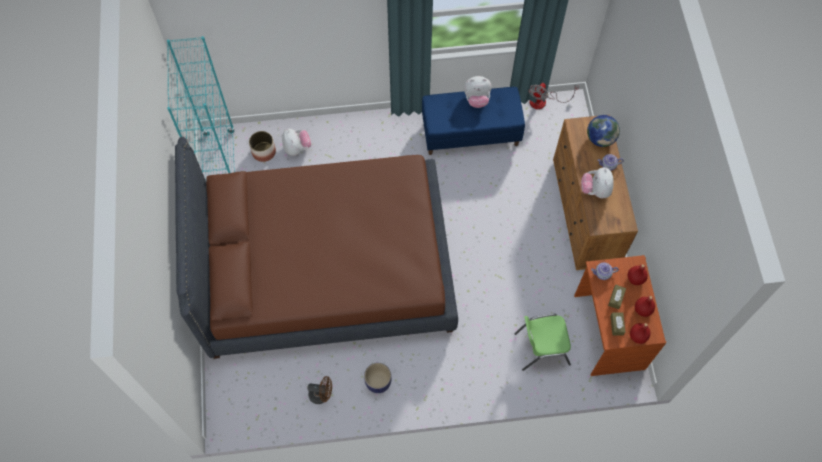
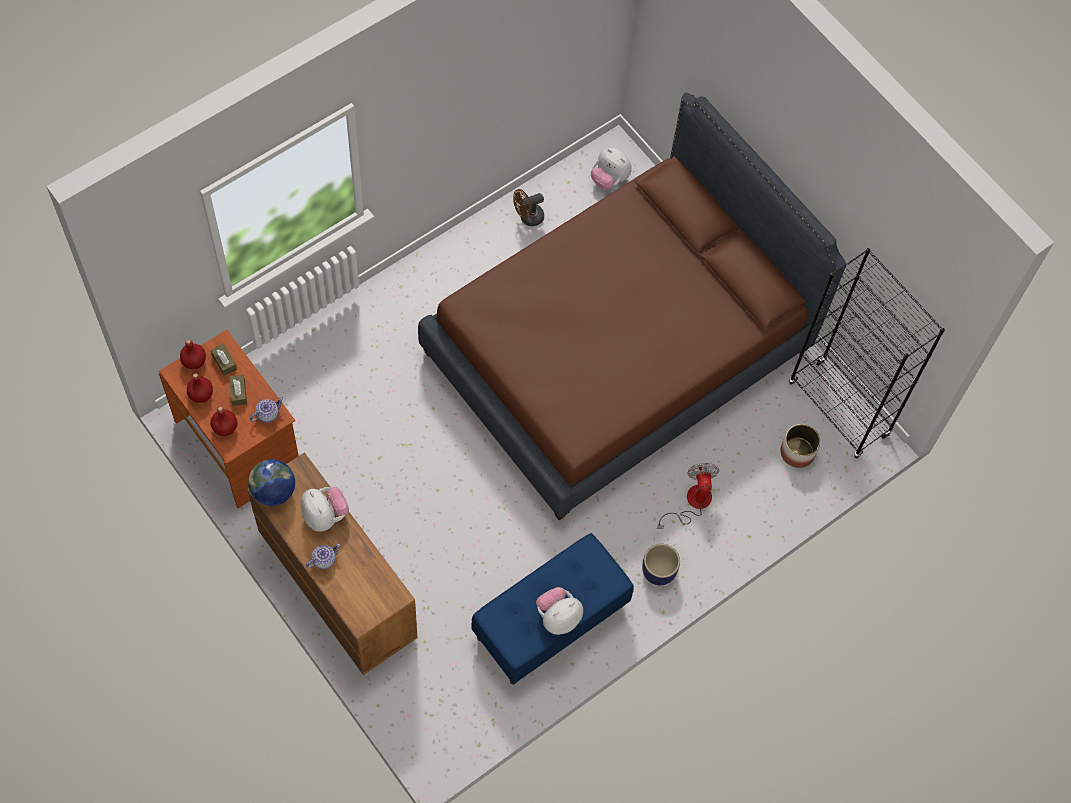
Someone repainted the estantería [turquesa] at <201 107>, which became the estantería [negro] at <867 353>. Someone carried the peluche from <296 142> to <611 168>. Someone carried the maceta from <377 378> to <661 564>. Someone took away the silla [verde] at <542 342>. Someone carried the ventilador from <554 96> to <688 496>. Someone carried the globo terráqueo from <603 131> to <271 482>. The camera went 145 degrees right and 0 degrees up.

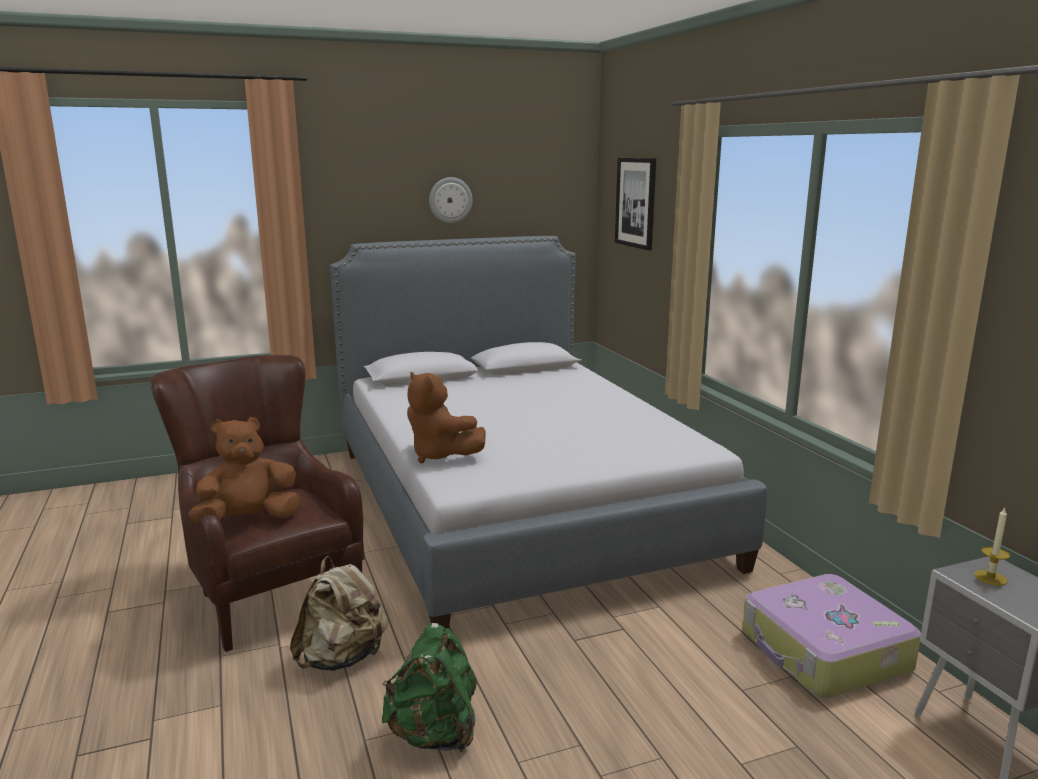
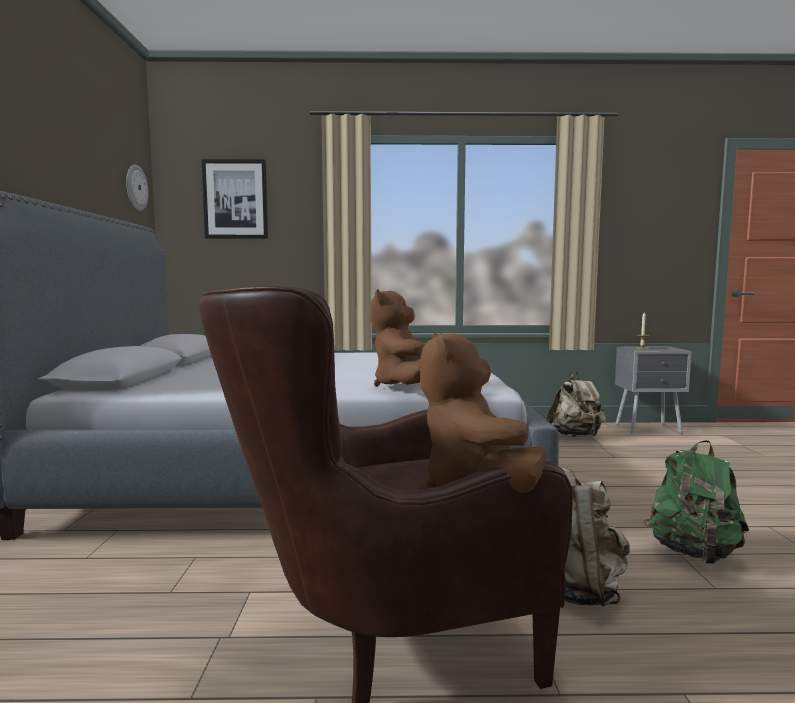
Someone rotated the peluche [marrón] at <446 417> by 120 degrees clockwise. Someone carried the reloj de pared from <450 200> to <137 188>. Someone swapped the maleta at <831 636> for the mochila [beis] at <576 404>. The camera went 70 degrees left and 10 degrees down.

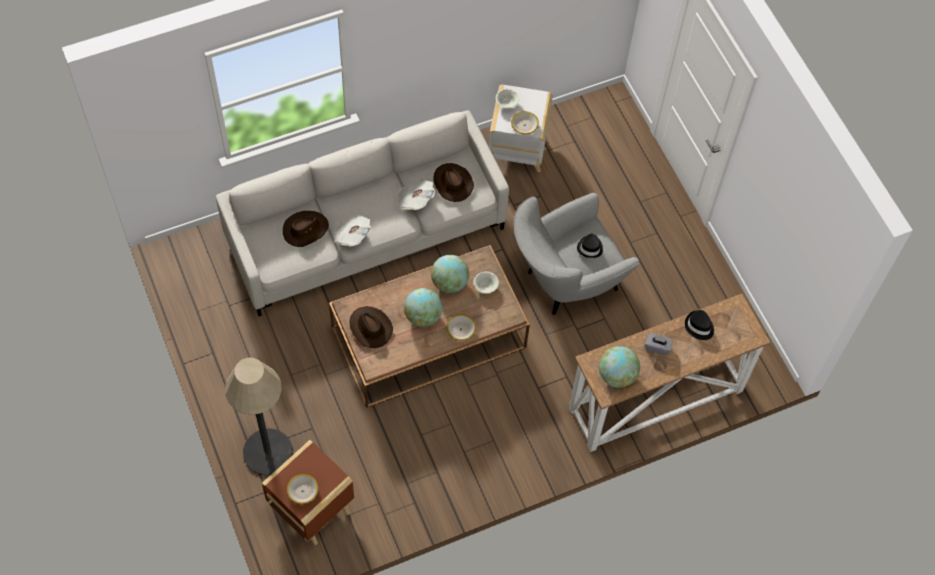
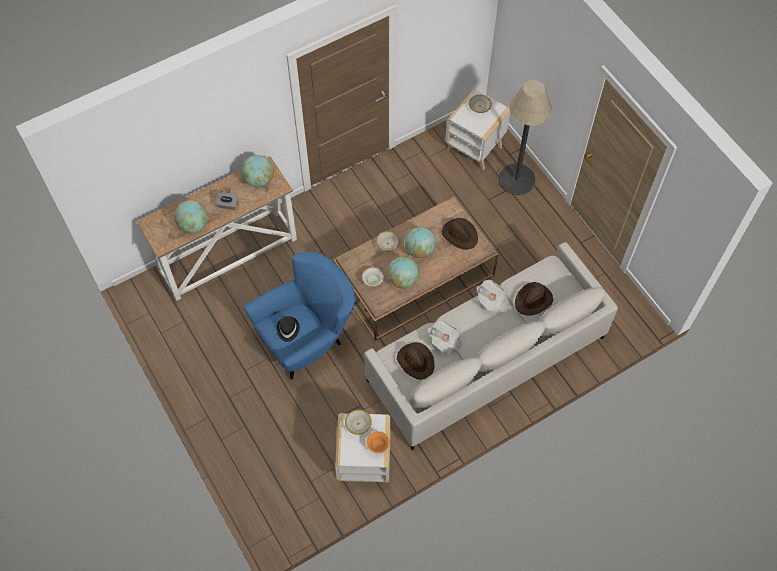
Someone repainted the mesa auxiliar [marrón] at <308 493>, which became the mesa auxiliar [blanco] at <477 129>. Someone repainted the cuenco [blanco] at <508 98>, which became the cuenco [naranja] at <378 442>. Someone repainted the sillón [gris] at <577 254>, which became the sillón [azul] at <300 315>. Someone swapped the sombrero [negro] at <699 325> for the globo terráqueo at <191 216>. The camera went 175 degrees right and 0 degrees up.

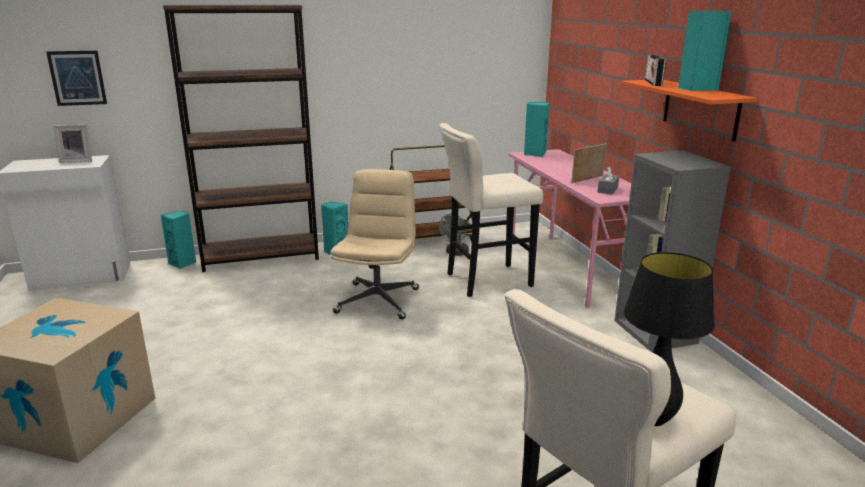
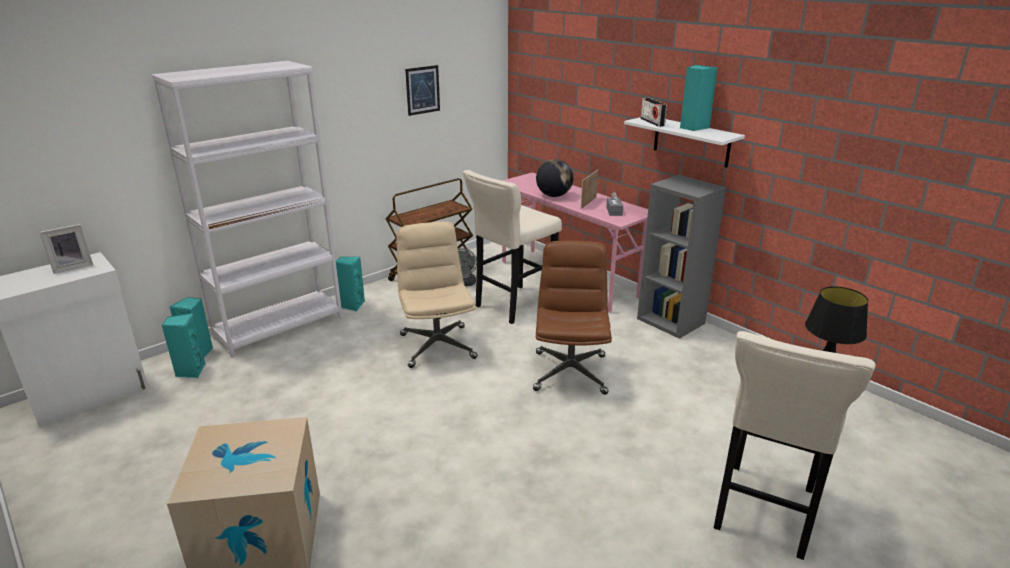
Someone carried the cuadro from <76 78> to <422 90>. Someone repainted the estantería [marrón] at <241 138>, which became the estantería [blanco] at <247 209>. Someone carried the altavoz [turquesa] from <537 129> to <184 345>. Someone repainted the estante [naranja] at <689 110>, which became the estante [blanco] at <684 142>. Someone put down the silla de oficina [marrón] at <572 318>. Someone put down the globo terráqueo at <554 178>. The camera went 25 degrees left and 5 degrees up.

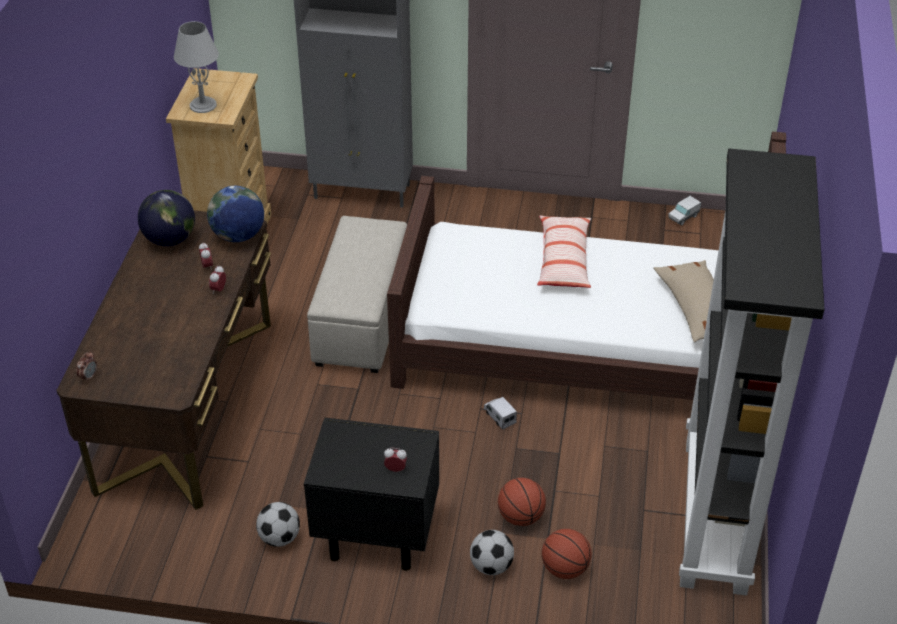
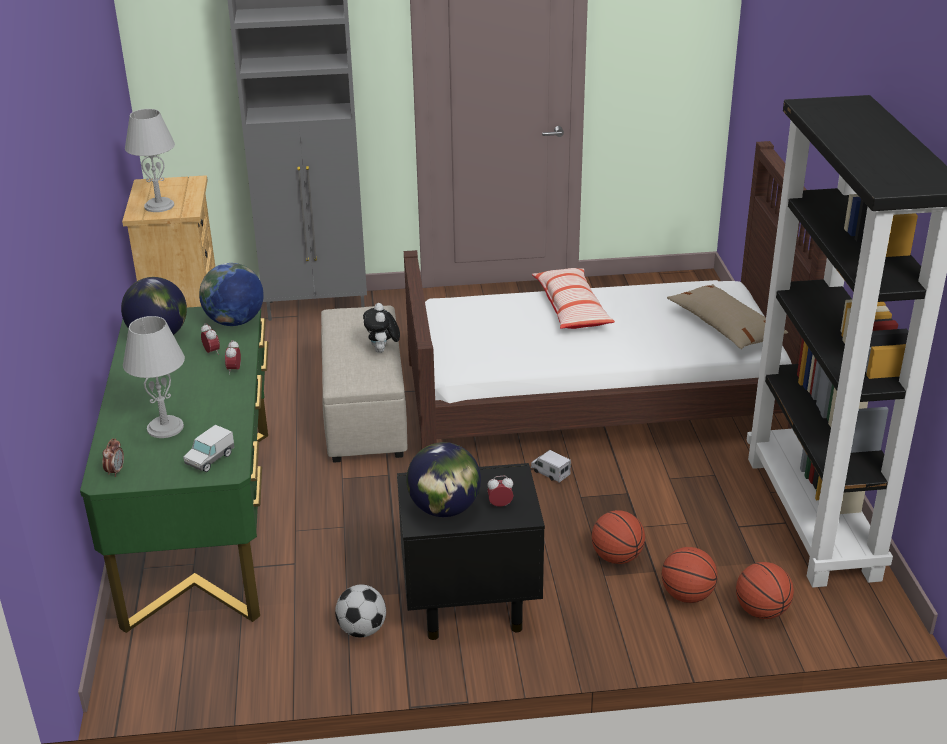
Someone repainted the escritorio [marrón] at <163 360>, which became the escritorio [verde] at <174 470>. Someone took away the balón de fútbol at <492 552>. Someone carried the camión de juguete from <684 211> to <208 448>. Someone put down the lámpara de mesa [gris] at <154 377>. Someone put down the peluche at <381 328>. Someone put down the globo terráqueo at <443 479>. Someone put down the balón de baloncesto at <765 590>. The camera went 15 degrees left and 10 degrees down.

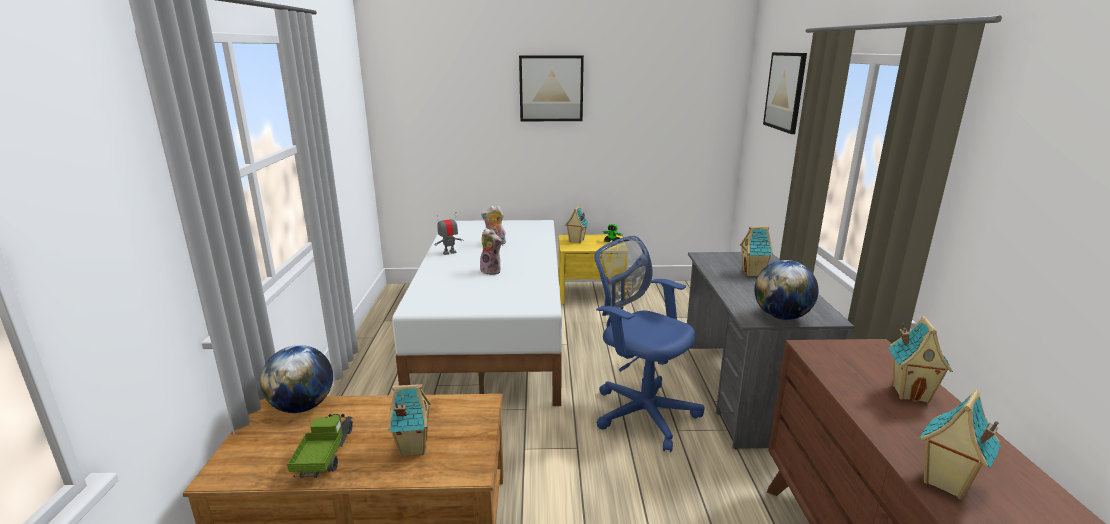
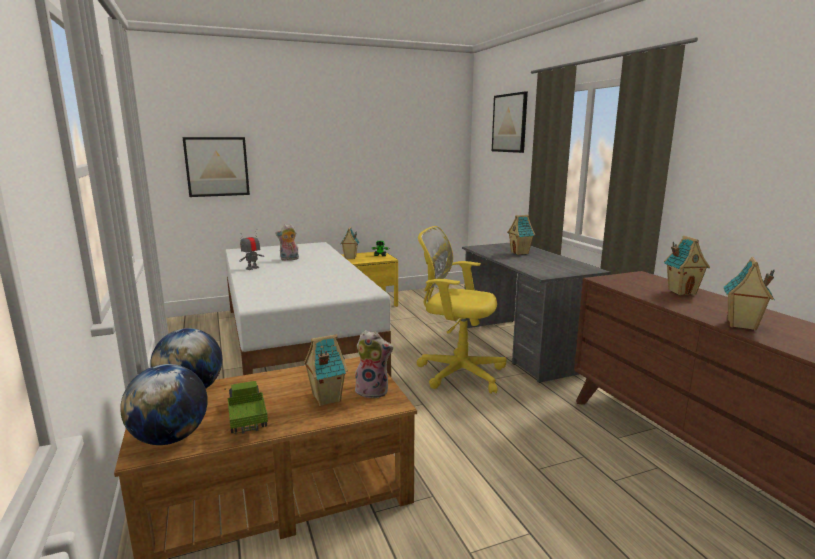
Someone carried the peluche from <491 251> to <373 364>. Someone carried the cuadro from <551 88> to <216 167>. Someone repainted the silla de oficina [azul] at <650 344>, which became the silla de oficina [amarillo] at <461 310>. Someone carried the globo terráqueo from <786 290> to <164 404>. The camera went 20 degrees left and 5 degrees down.

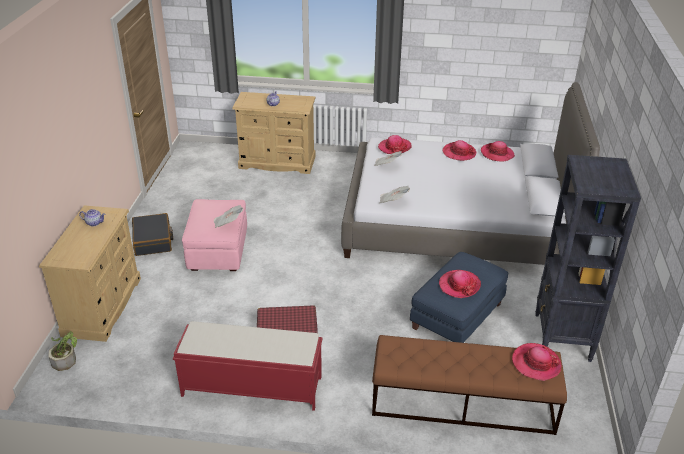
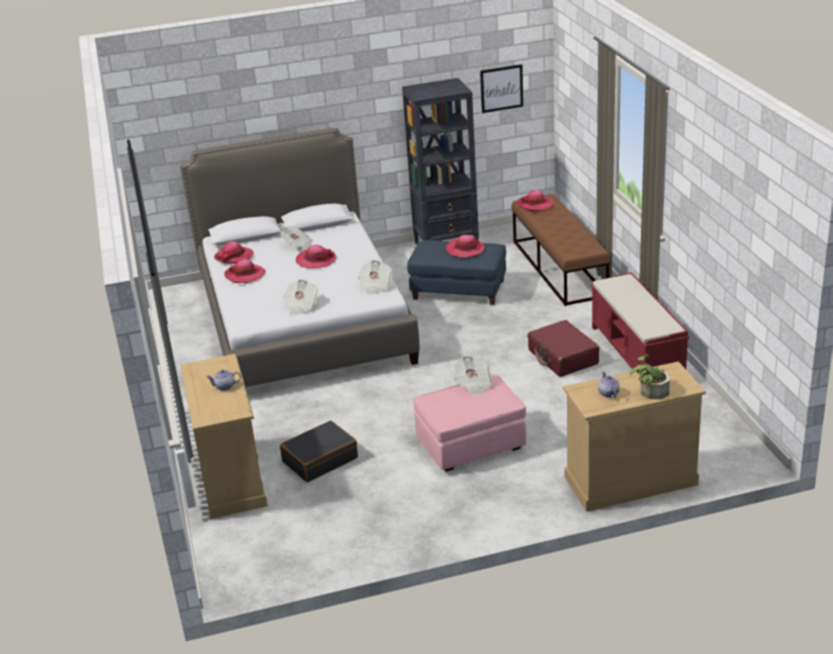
Someone carried the planta en maceta from <62 351> to <649 376>. Someone carried the maleta [negro] from <152 234> to <319 451>. Someone carried the sombrero from <395 144> to <316 256>. Someone put down the periódico at <296 237>. Someone put up the cuadro at <501 88>. The camera went 110 degrees left and 5 degrees down.

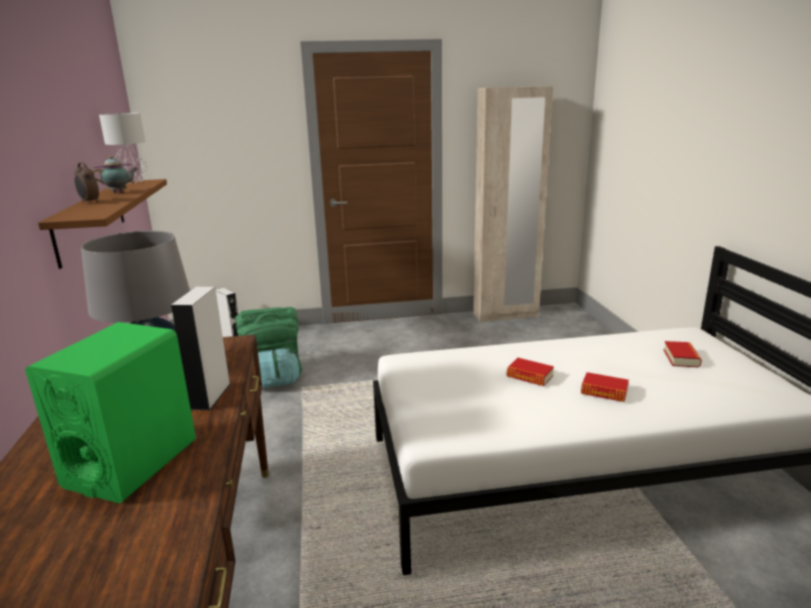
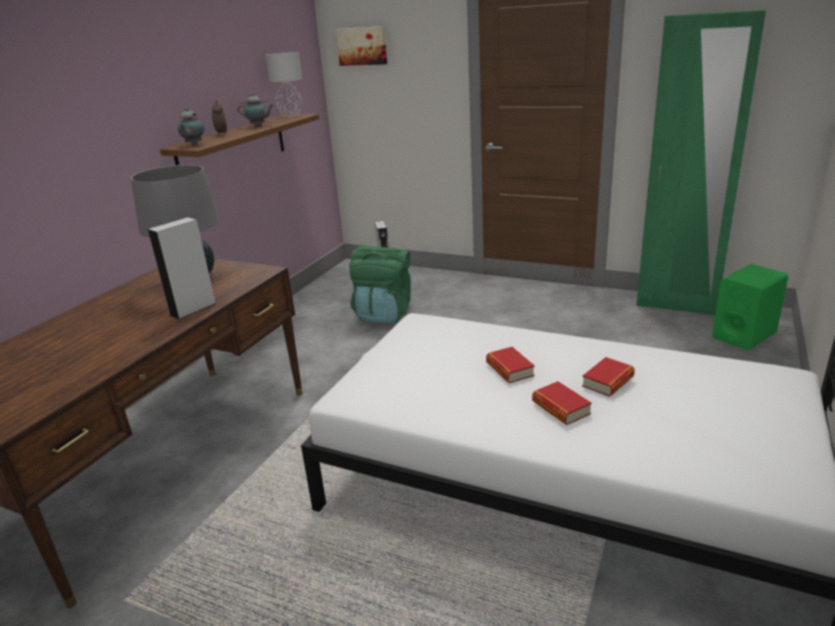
Someone carried the altavoz [verde] from <110 412> to <750 307>. Someone repainted the armario ropero [beis] at <513 204>, which became the armario ropero [verde] at <701 162>. Someone carried the libro from <682 354> to <608 377>. Someone put down the tetera at <191 126>. Someone put up the cuadro at <361 46>. The camera went 35 degrees right and 5 degrees up.

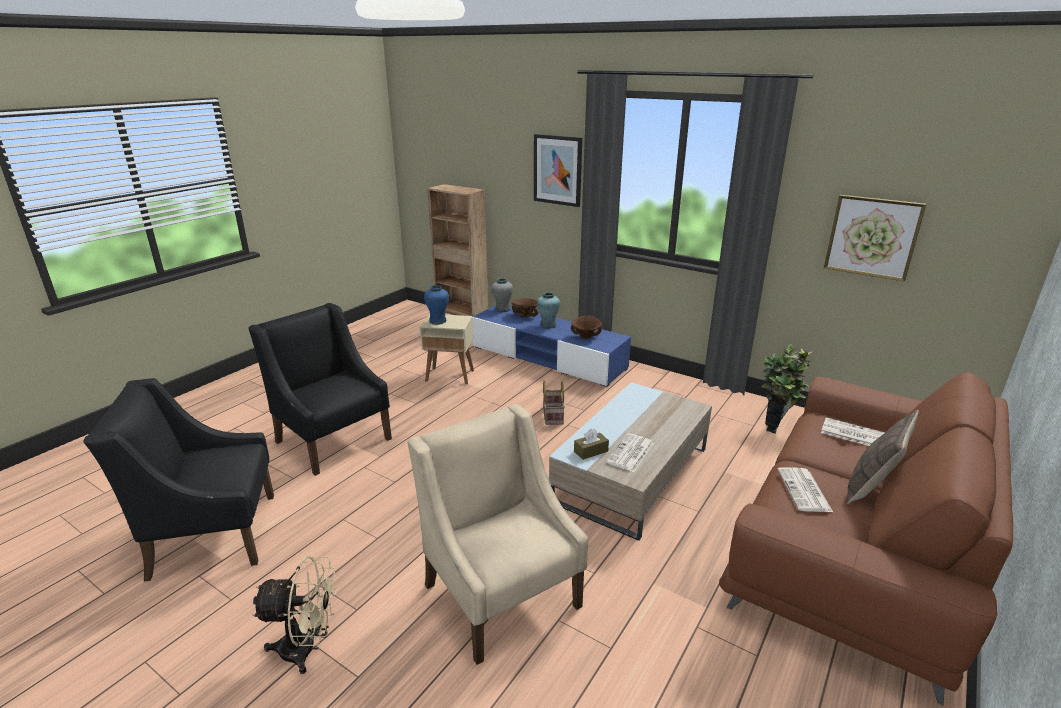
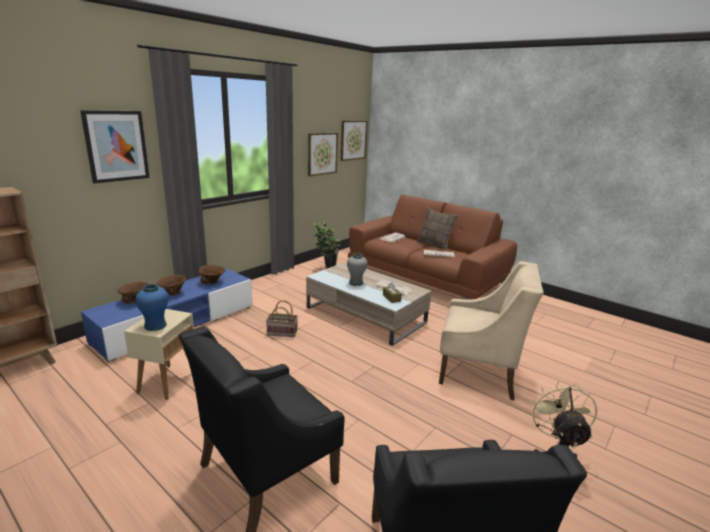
Someone rotated the sillón [beis] at <497 534> by 135 degrees counterclockwise. Someone carried the florero [gris] from <502 295> to <357 269>. Someone swapped the florero [turquesa] at <548 310> for the cuenco [marrón] at <171 285>. Someone put up the cuadro at <354 141>. The camera went 85 degrees left and 5 degrees down.

